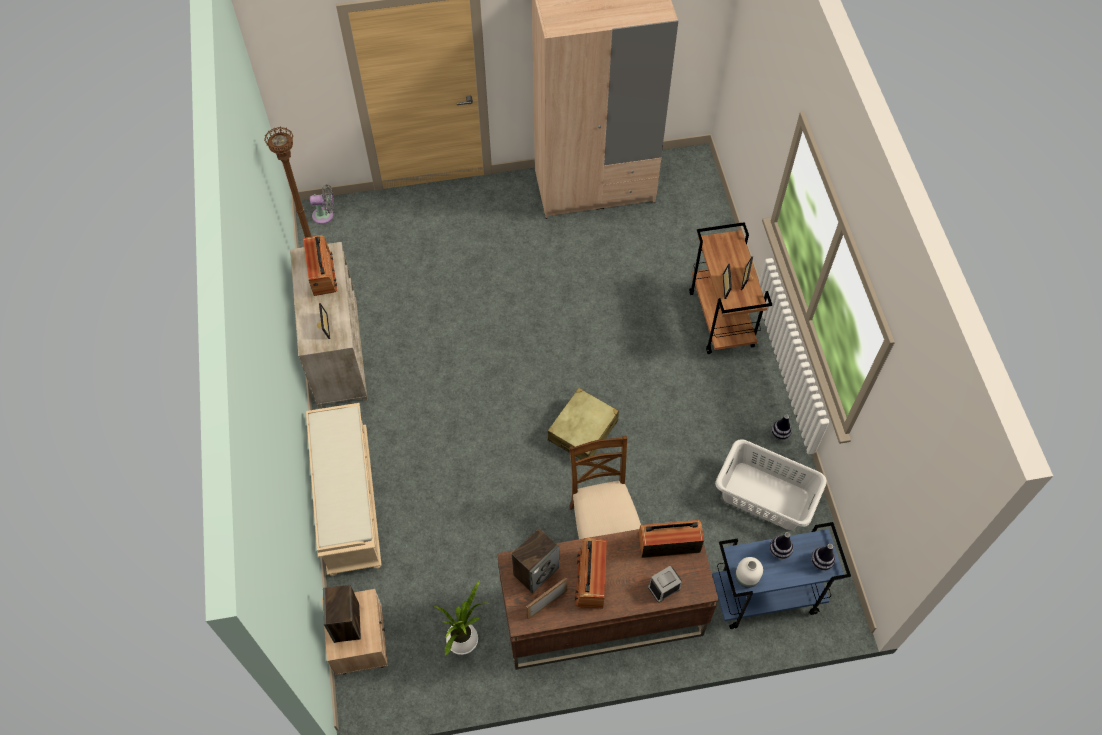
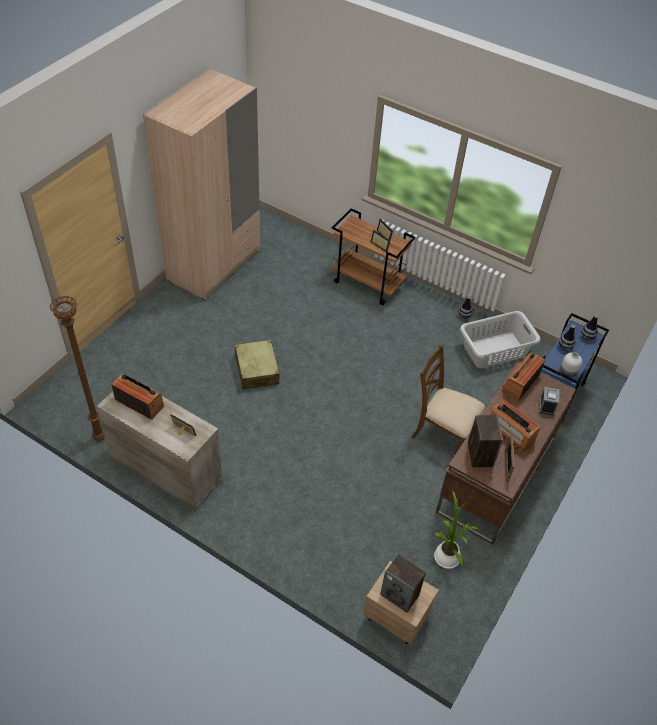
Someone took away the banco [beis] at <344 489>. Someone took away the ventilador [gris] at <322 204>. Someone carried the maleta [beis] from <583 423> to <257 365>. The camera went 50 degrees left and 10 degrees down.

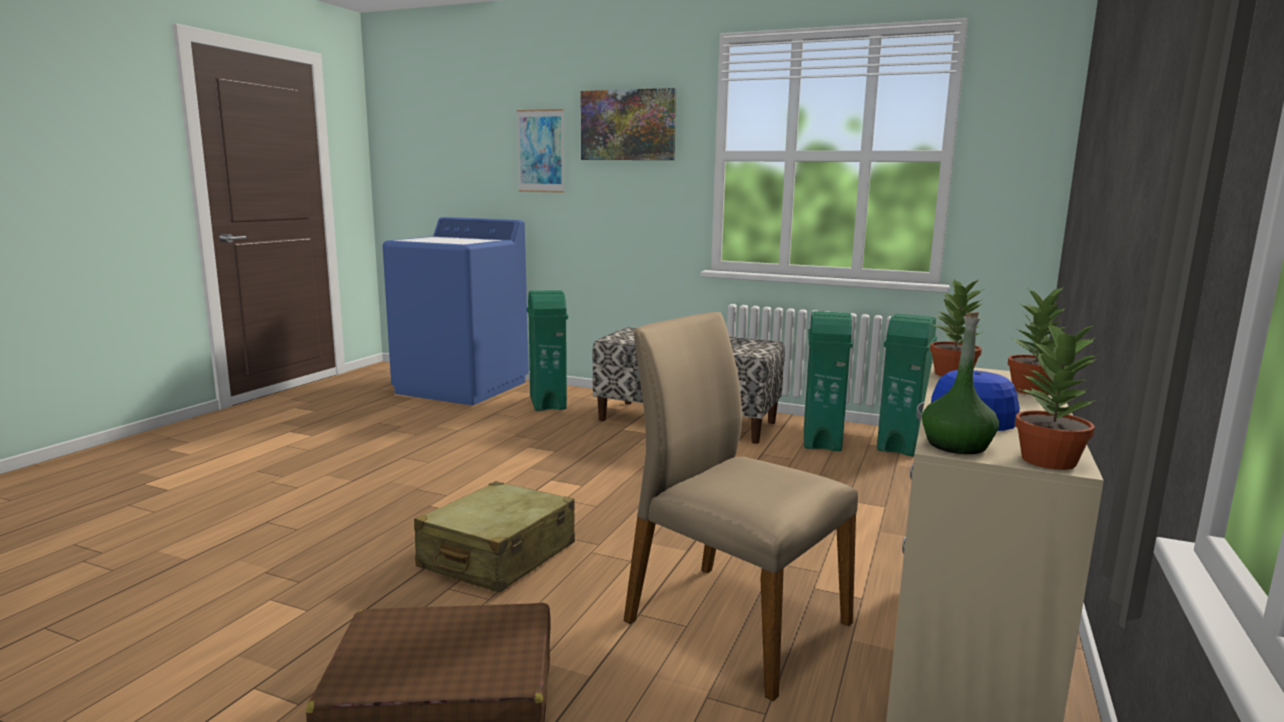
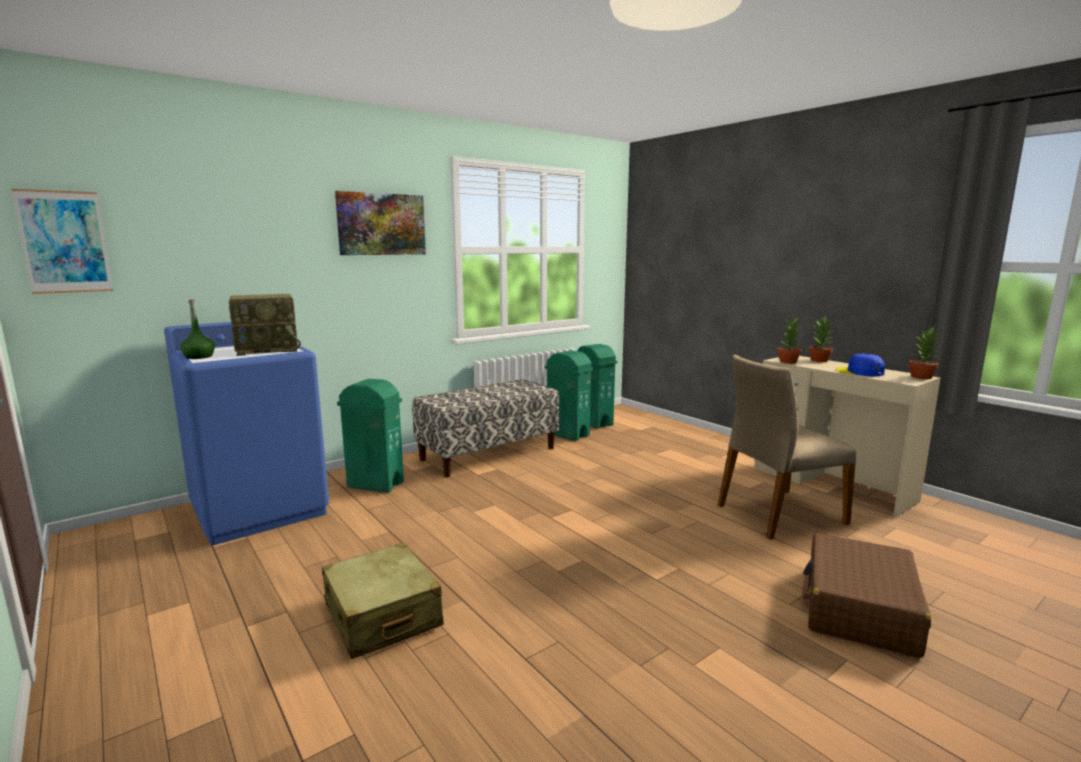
Someone carried the maleta [beis] from <494 537> to <383 601>. Someone carried the cuadro from <540 151> to <62 241>. Someone carried the botella [verde] from <960 383> to <197 329>. Someone put down the radio at <265 325>. The camera went 60 degrees left and 0 degrees up.

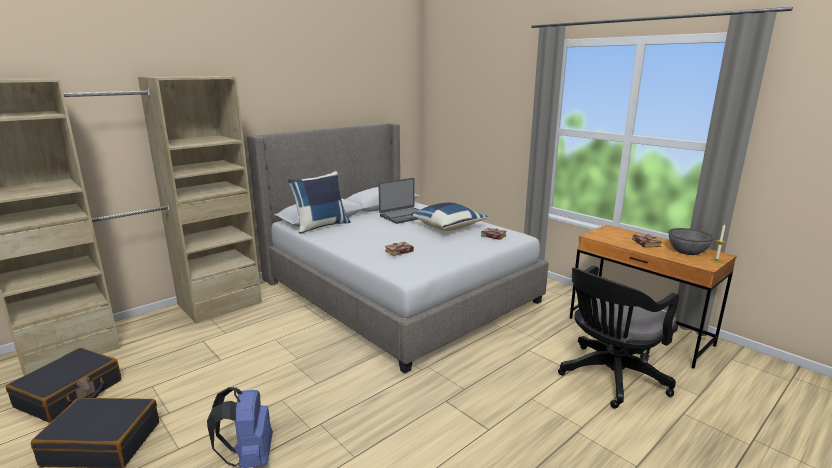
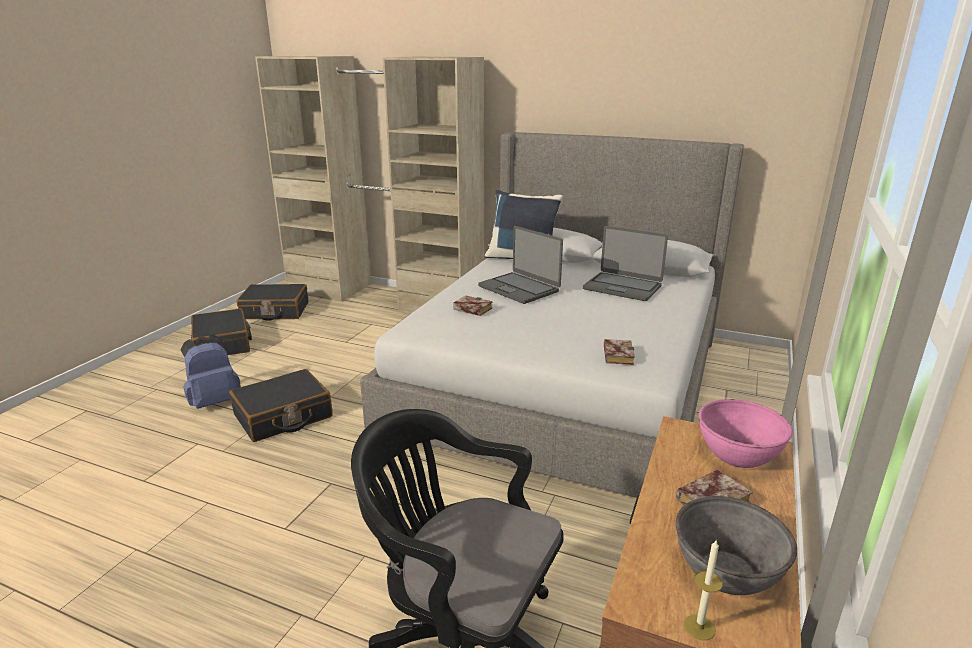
Someone took away the cojín [azul] at <449 217>. Someone put down the maleta [negro] at <281 405>. Someone put down the portátil at <520 265>. Someone put down the cuenco [rosa] at <746 433>. The camera went 65 degrees right and 5 degrees up.

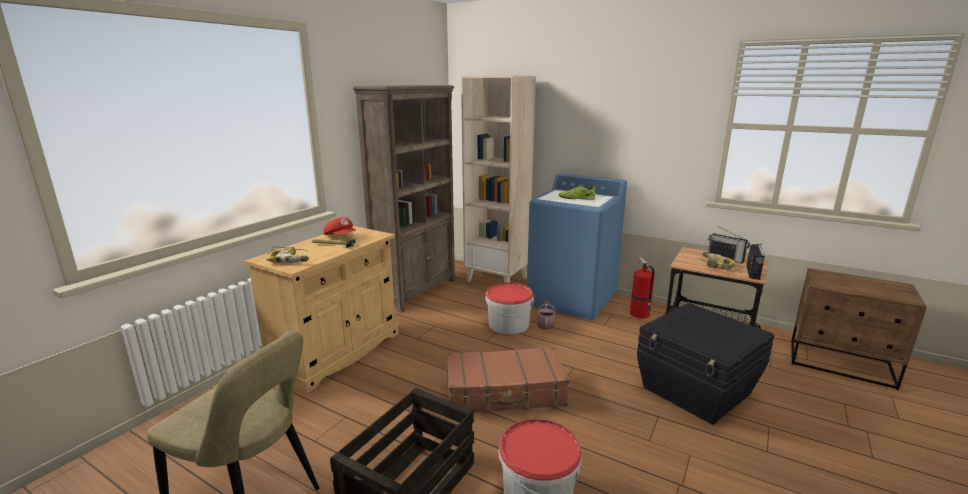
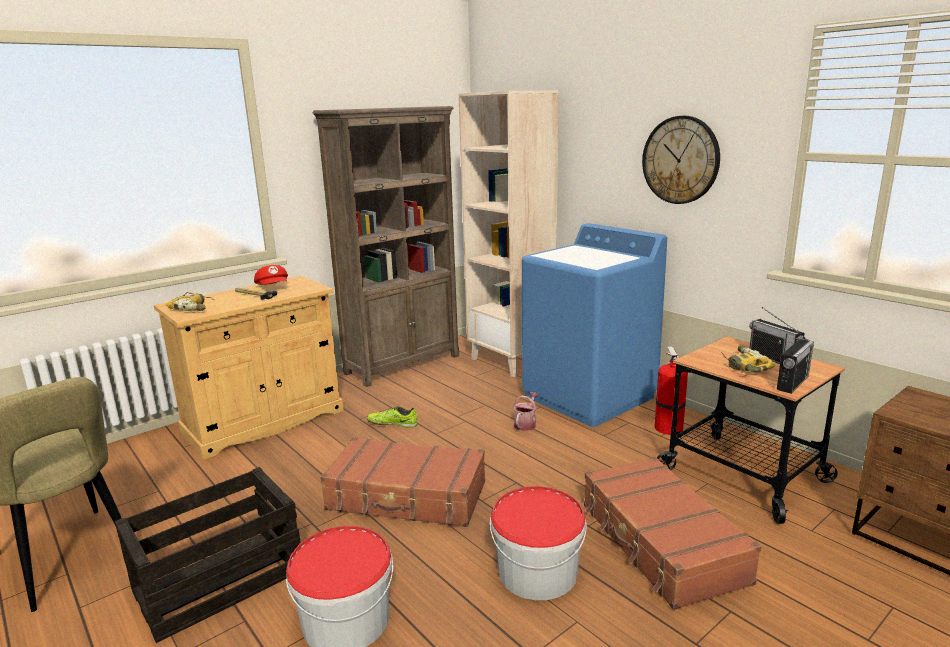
Someone carried the cubo from <509 308> to <538 543>. Someone carried the zapato from <577 192> to <392 417>. Someone swapped the caja de almacenaje [negro] at <705 364> for the maleta [marrón] at <673 533>. Someone put up the reloj de pared at <681 160>. The camera went 20 degrees right and 0 degrees up.

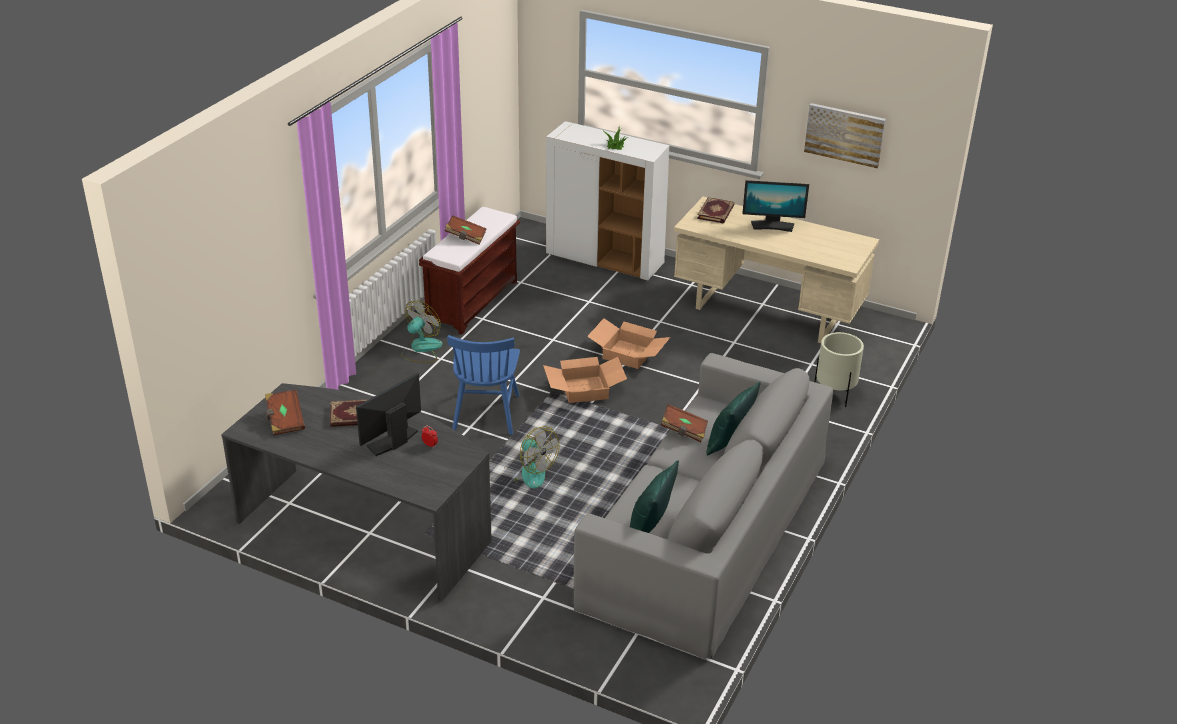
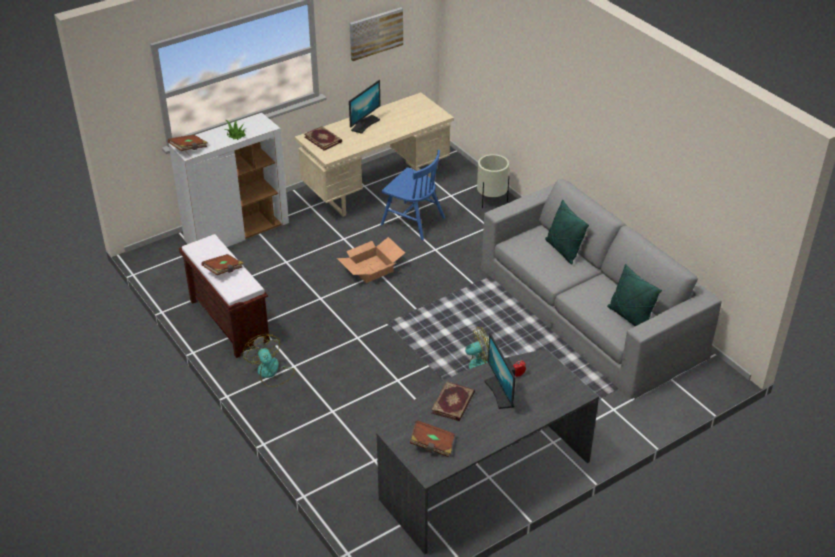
Someone carried the silla [azul] from <483 385> to <413 195>. Someone took away the caja de cartón at <585 380>. Someone carried the libro [marrón] from <684 423> to <188 143>. The camera went 60 degrees left and 5 degrees up.

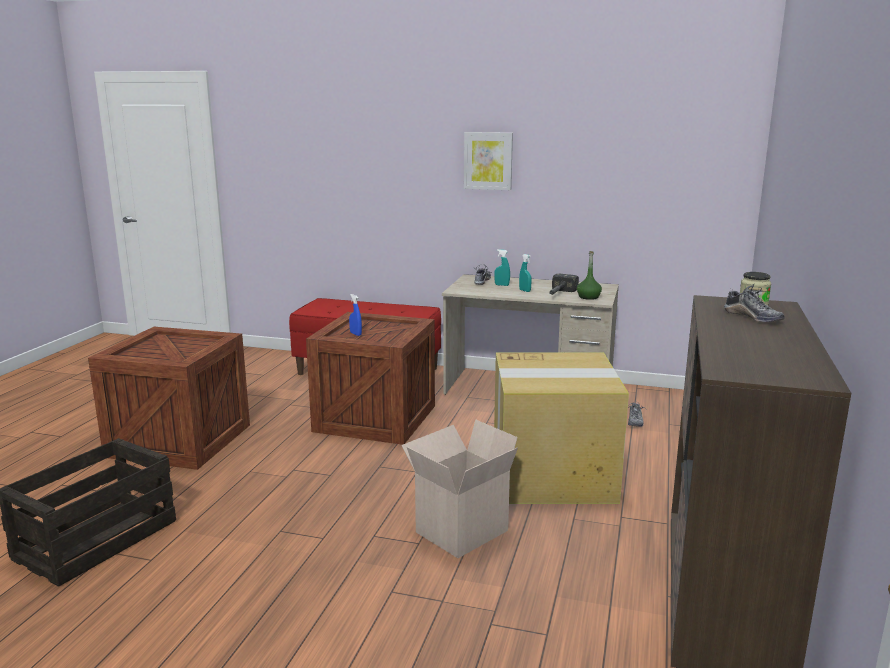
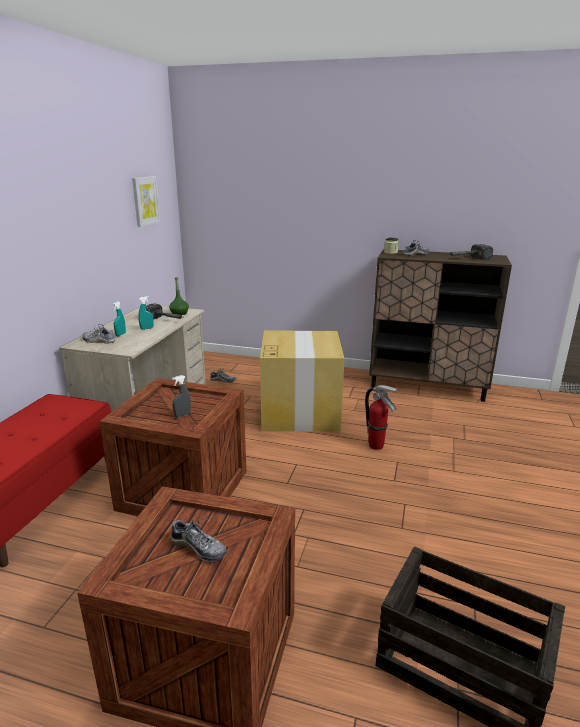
Someone repainted the pulverizador [azul] at <355 315>, which became the pulverizador [gris] at <181 396>. Someone swapped the caja de cartón at <459 488> for the extintor at <382 417>. Someone carried the cuadro from <488 161> to <146 201>. Someone put down the zapato at <199 540>. Someone put down the martillo at <470 252>. The camera went 90 degrees left and 5 degrees up.

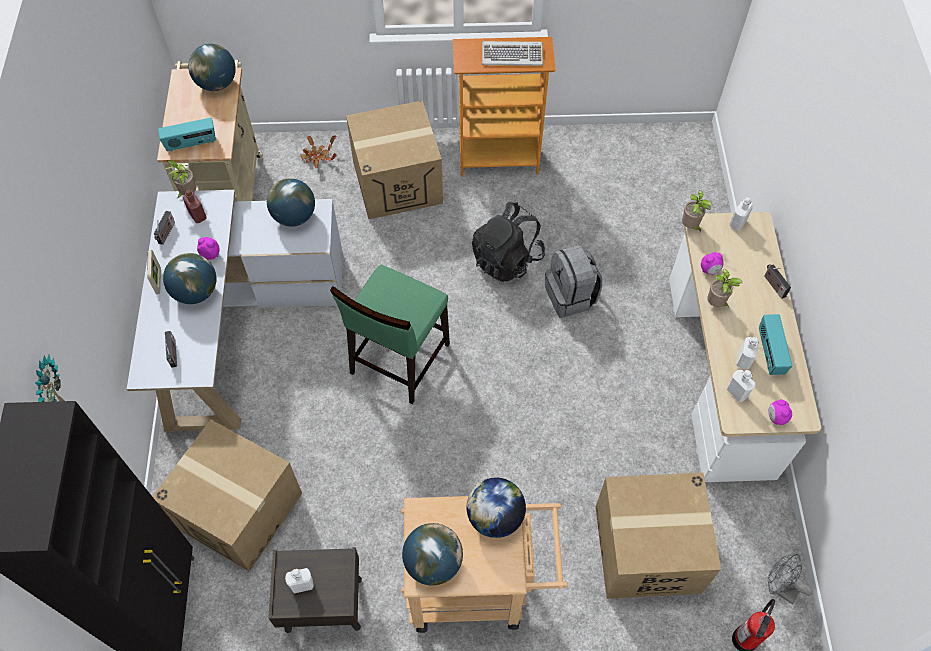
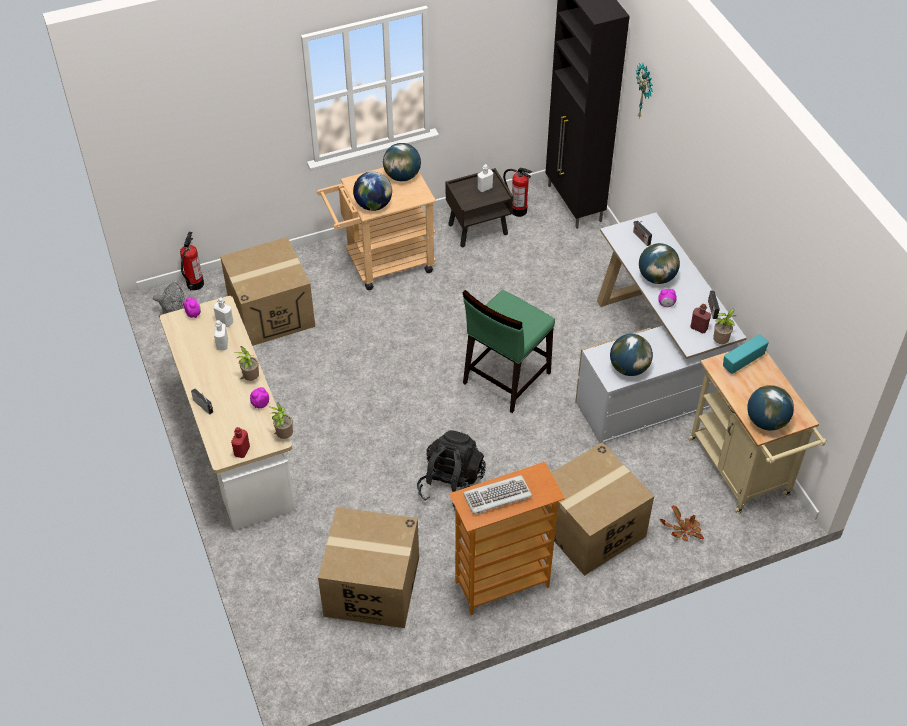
Someone took away the portarretratos at <154 272>. Someone carried the caja de cartón from <227 495> to <368 567>. Someone rotated the silla [verde] at <390 334> by 150 degrees counterclockwise. Someone took away the mochila [gris] at <573 281>. Someone repainted the botella [blanco] at <741 214>, which became the botella [rojo] at <240 442>. Someone took away the radio at <775 344>. Someone put down the extintor at <517 192>. The camera went 160 degrees right and 10 degrees down.

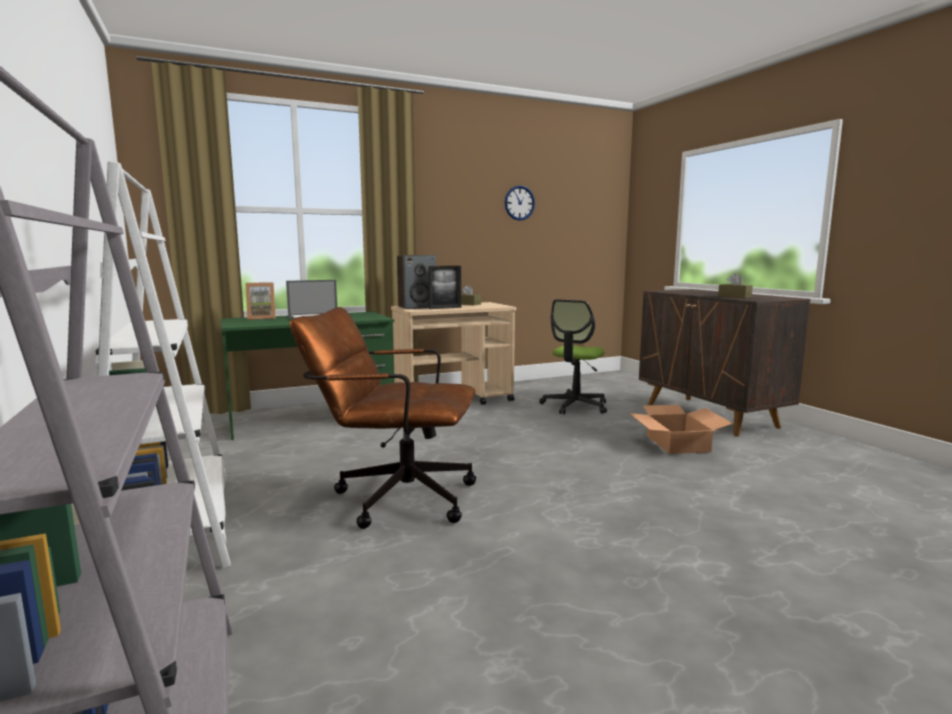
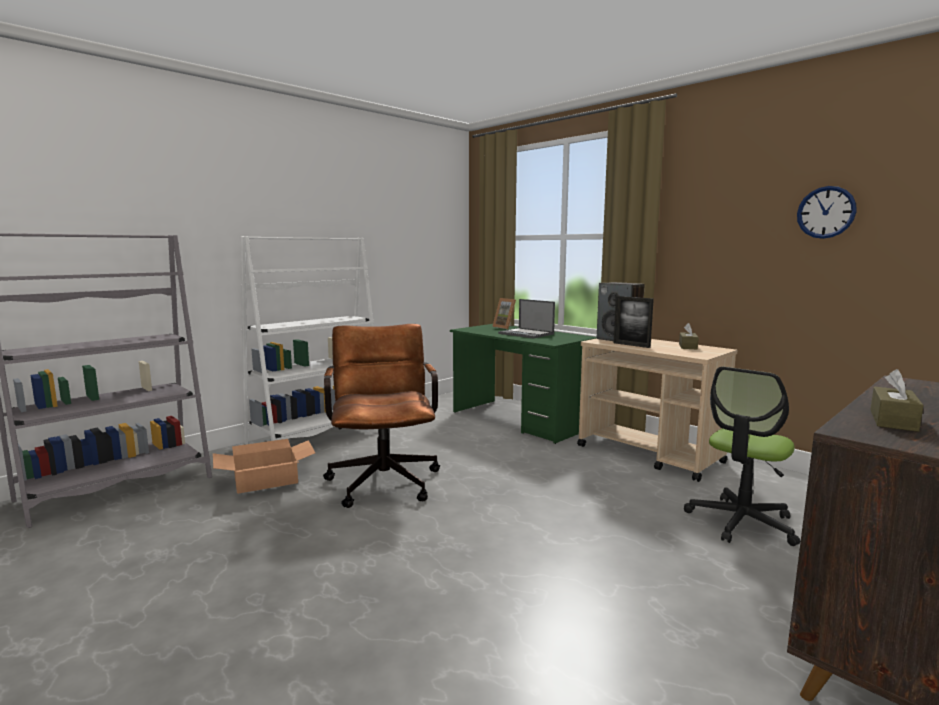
Someone rotated the silla de oficina at <573 356> by 60 degrees counterclockwise. Someone carried the caja de cartón from <681 429> to <264 466>. The camera went 70 degrees right and 0 degrees up.

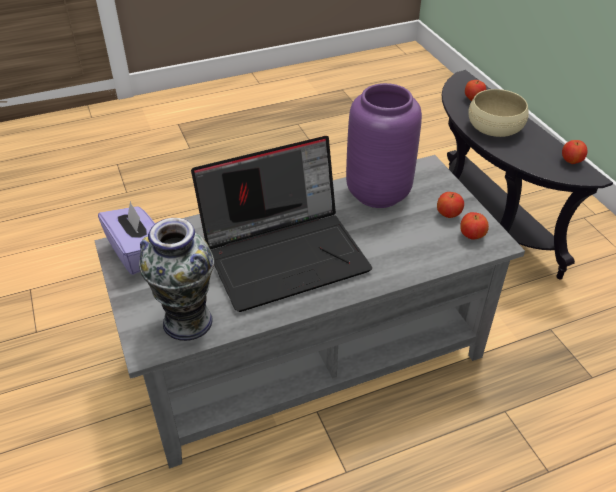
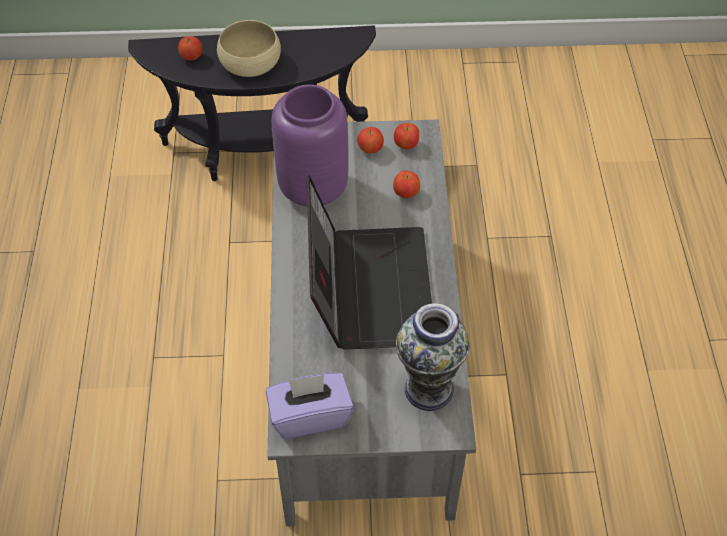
Someone carried the manzana from <574 152> to <406 184>. The camera went 70 degrees left and 10 degrees up.

